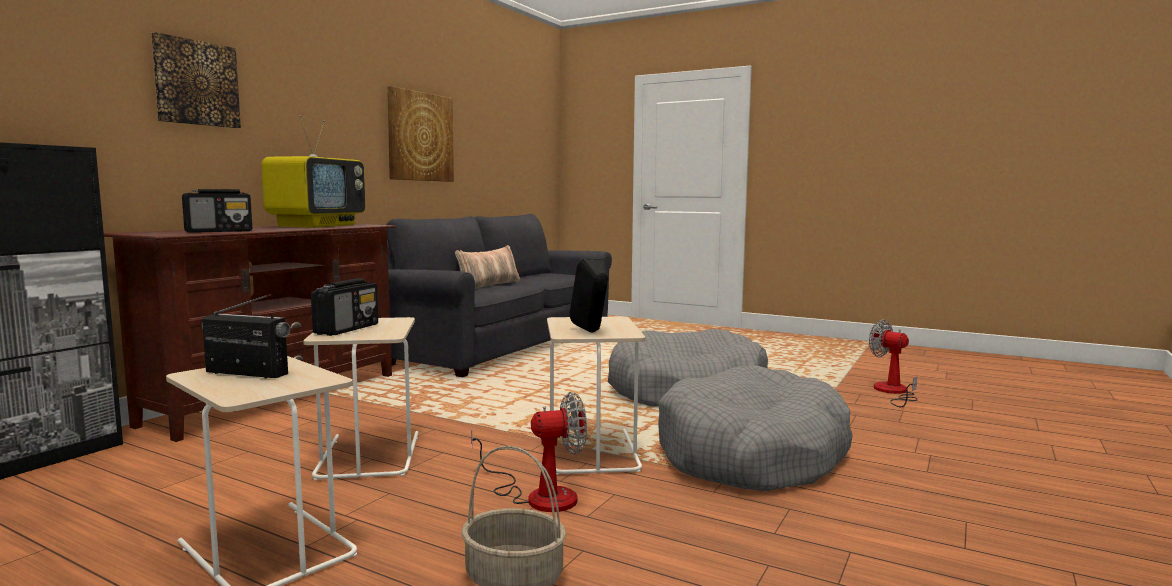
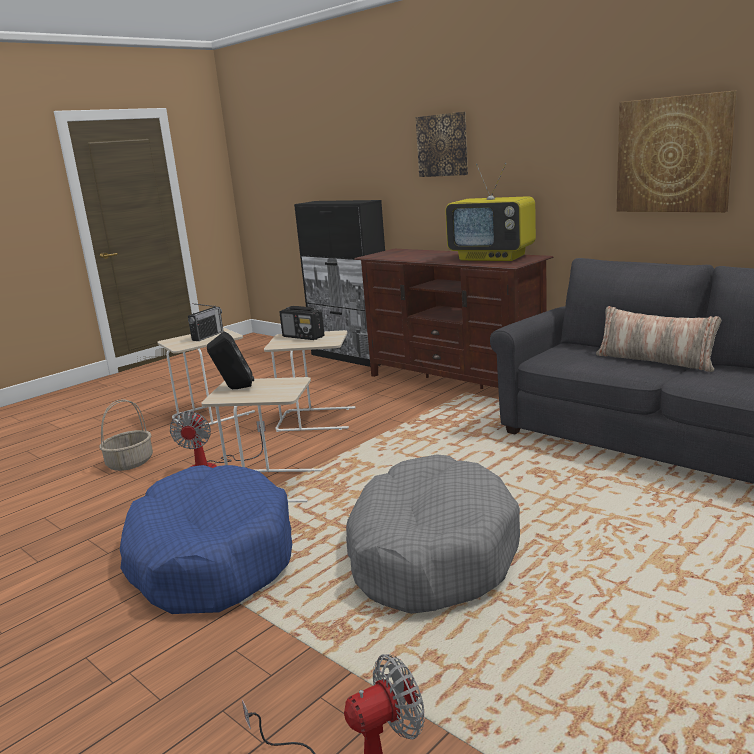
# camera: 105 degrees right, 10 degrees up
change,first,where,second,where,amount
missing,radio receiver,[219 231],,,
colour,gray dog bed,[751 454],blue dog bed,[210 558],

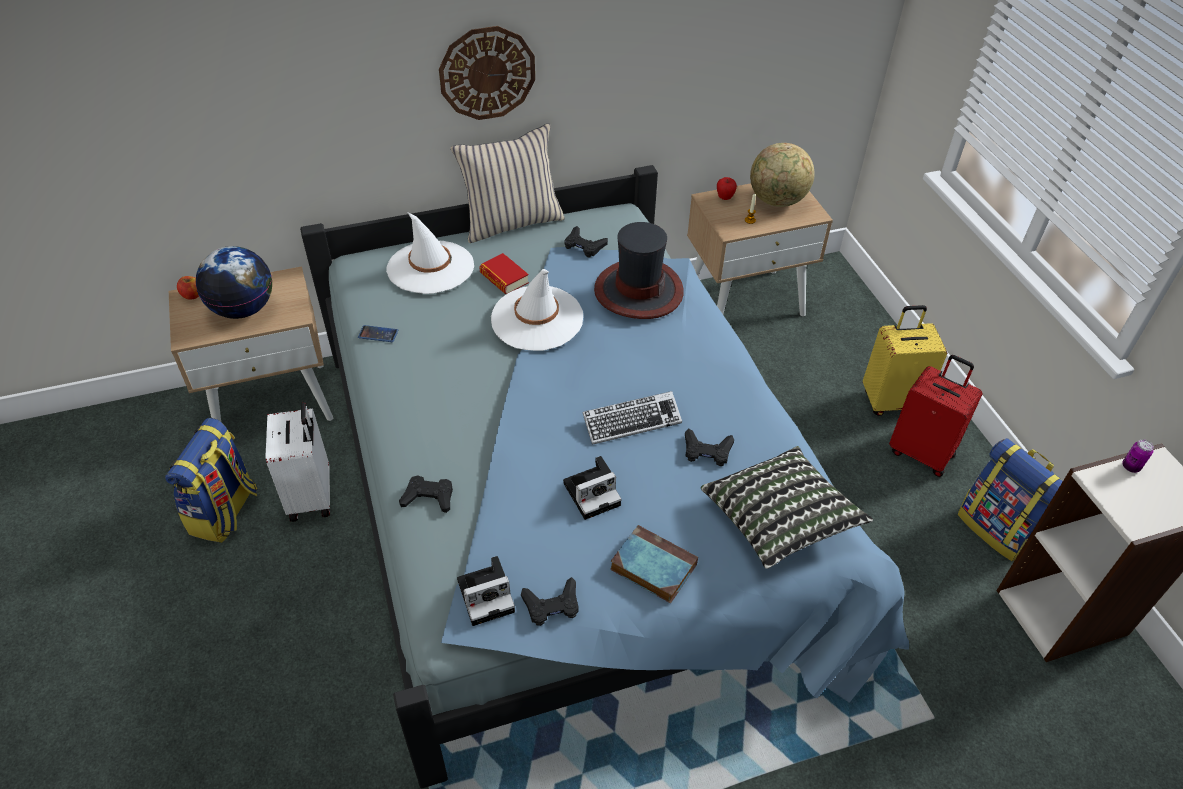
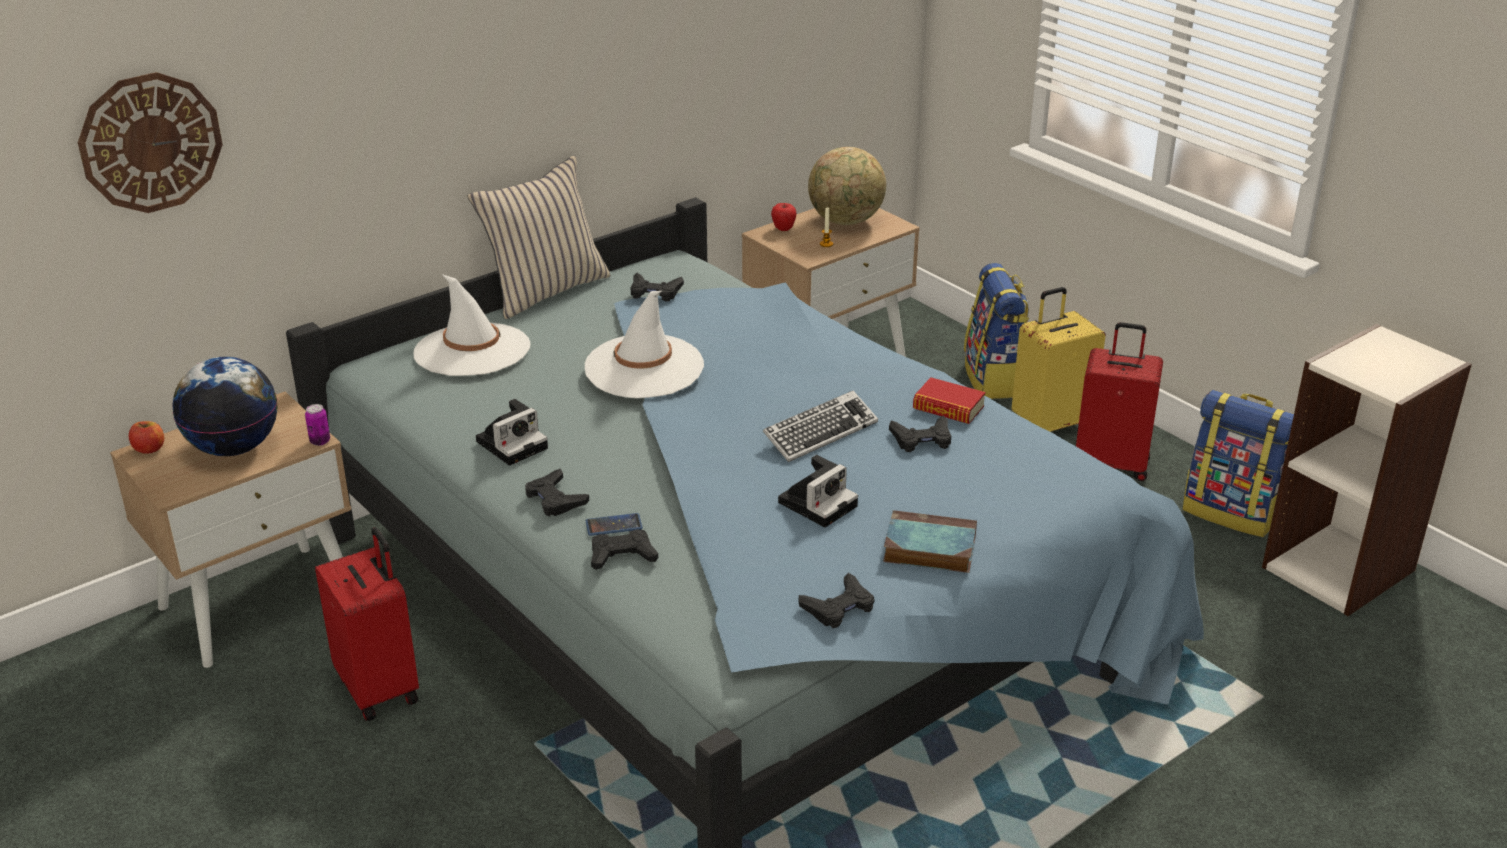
# camera: 20 degrees left, 15 degrees down
change,first,where,second,where,amount
relocated,rucksack,[225 512],,[995 380],
colour,white-coloured suitcase,[312 496],reddish suitcase,[380 688],
relocated,handset,[378 334],,[614 525],
relocated,hanging clock,[487 73],,[150 142],
relocated,still camera,[488 594],,[513 443],
relocated,volume,[504 278],,[948 408],
missing,hat,[638 291],,,
missing,cushion,[779 520],,,
relocated,sealed can,[1130 467],,[320 441],
appeared,,,black-coloured joypad,[555 499],

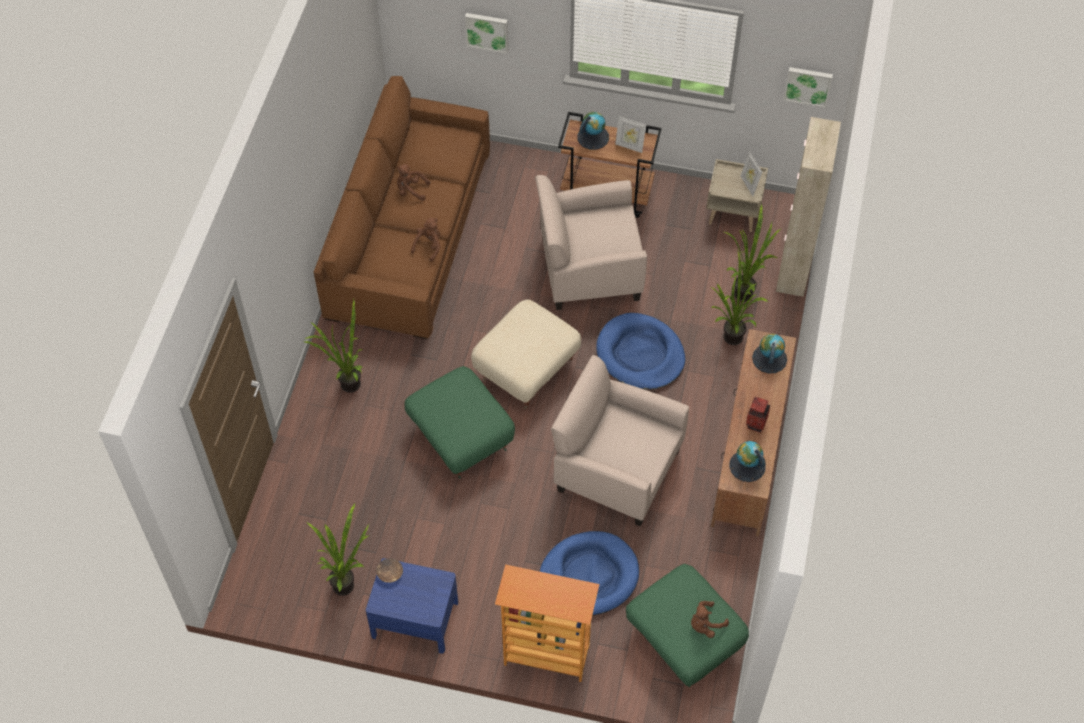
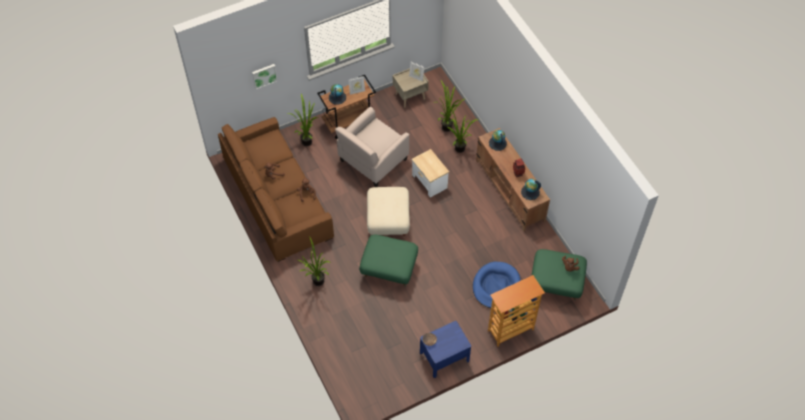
# camera: 40 degrees left, 0 degrees up
change,first,where,second,where,amount
relocated,potted plant,[348 584],,[308 140],
missing,beige-coloured lounge chair,[616 469],,,
exchanged,blue dog bed,[640 354],end table,[429 182],
missing,beige-coloured storage cabinet,[793 269],,,
missing,picture,[808 85],,,

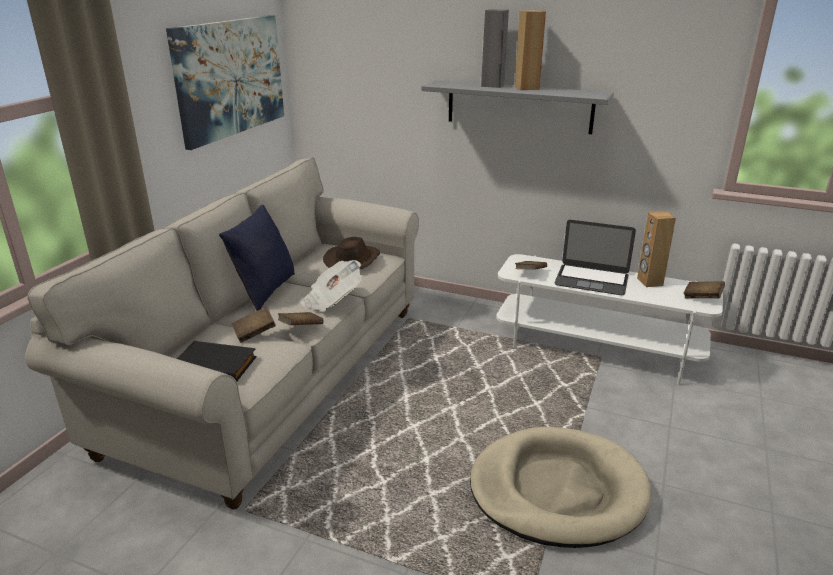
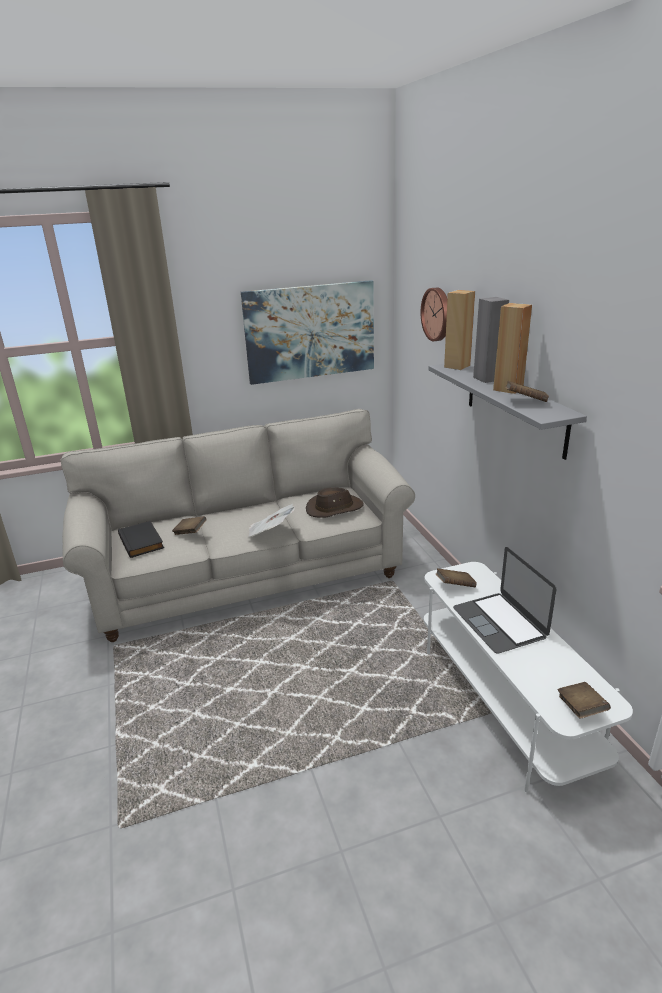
# camera: 50 degrees right, 0 degrees up
change,first,where,second,where,amount
missing,blue cushion,[264 292],,,
relocated,brown-coloured volume,[301 328],,[525 402],
missing,beige-coloured dog bed,[557 490],,,
relocated,brown-coloured audio speaker,[649 282],,[456 366],
appeared,,,hanging clock,[437 314],

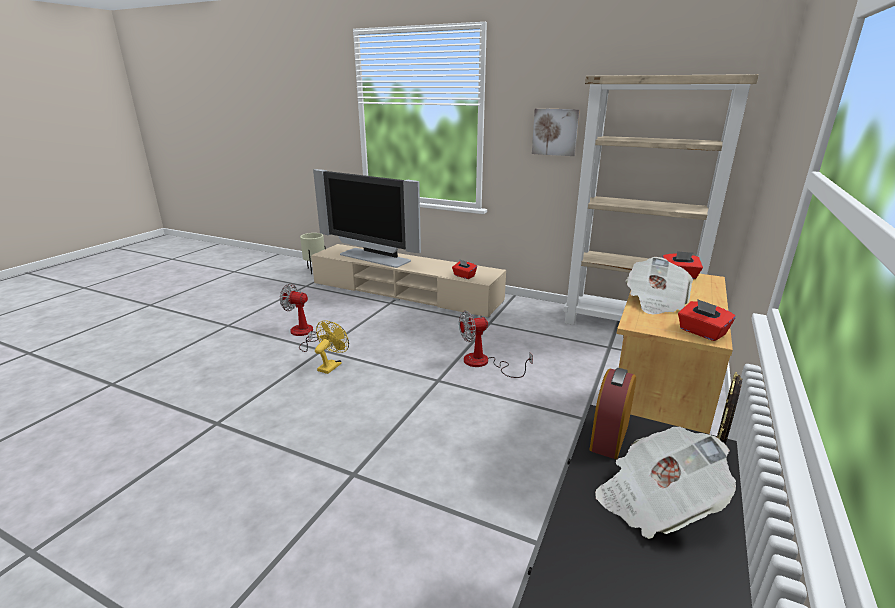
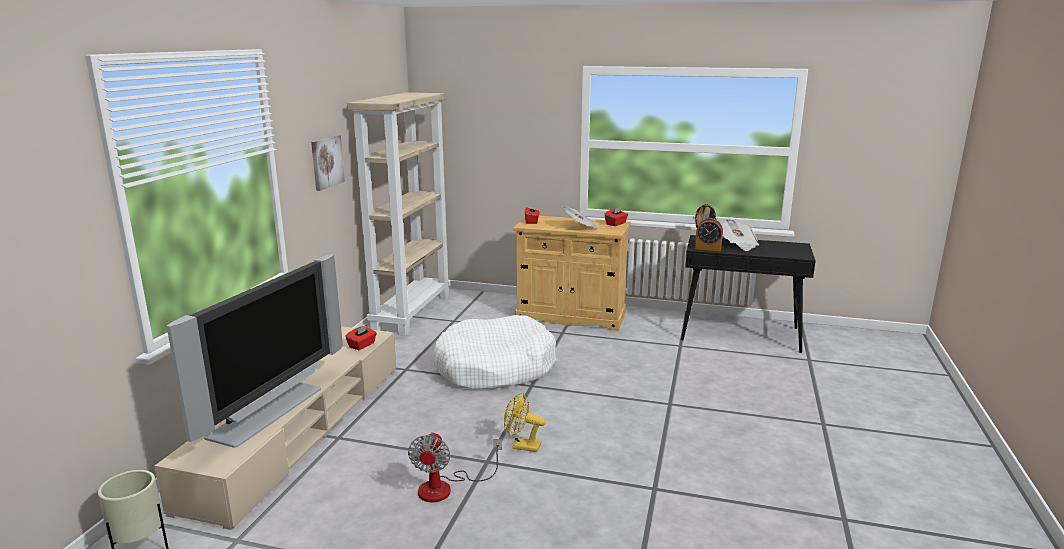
# camera: 100 degrees left, 5 degrees down
change,first,where,second,where,amount
exchanged,fan,[484 363],white-coloured dog bed,[494 367],

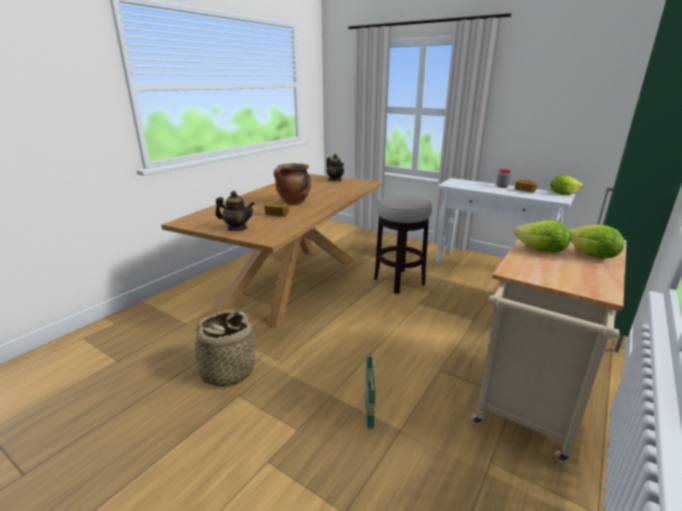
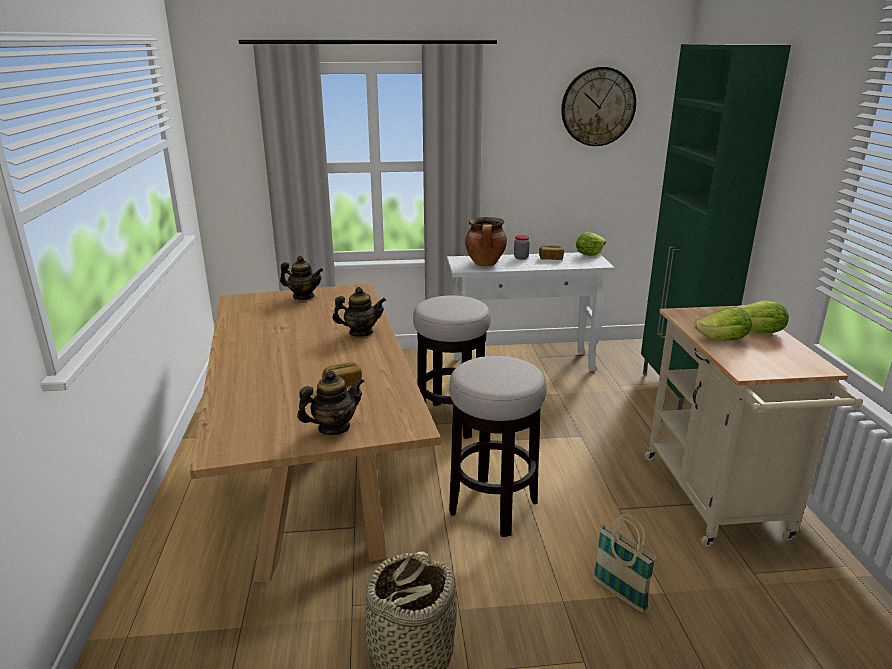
# camera: 40 degrees left, 0 degrees up
change,first,where,second,where,amount
relocated,cooking pot,[293 203],,[485 264],
appeared,,,tea pot,[361 332],
appeared,,,sitting stool,[493 507],
appeared,,,hanging clock,[598 107],

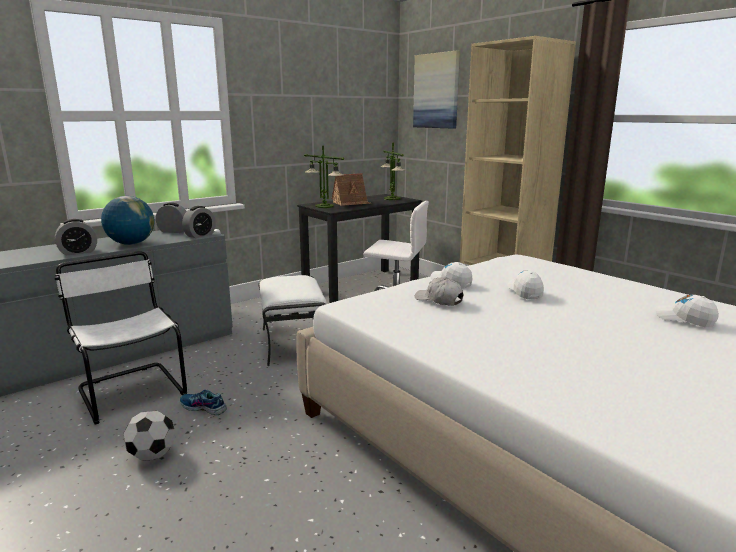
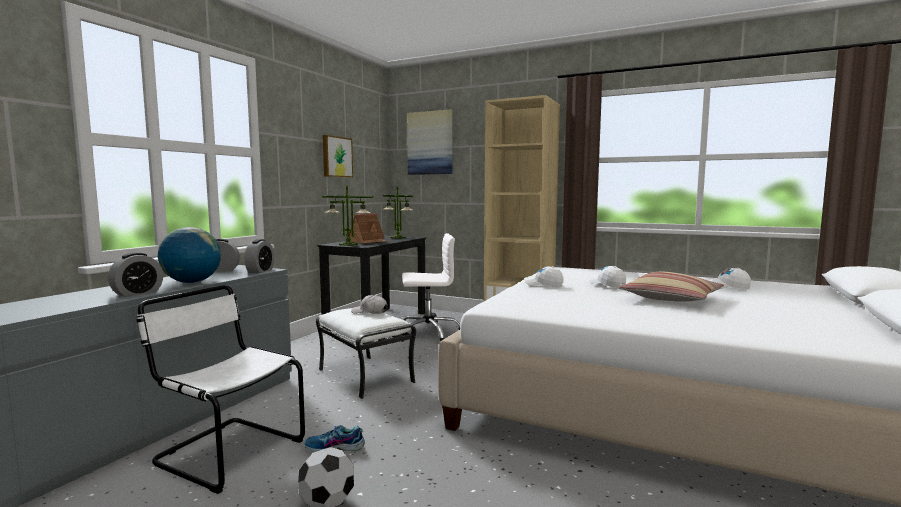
# camera: 25 degrees left, 10 degrees down
change,first,where,second,where,amount
relocated,white-coloured baseball cap,[439 300],,[370 312],
appeared,,,picture,[336 157],
appeared,,,cushion,[671 298],

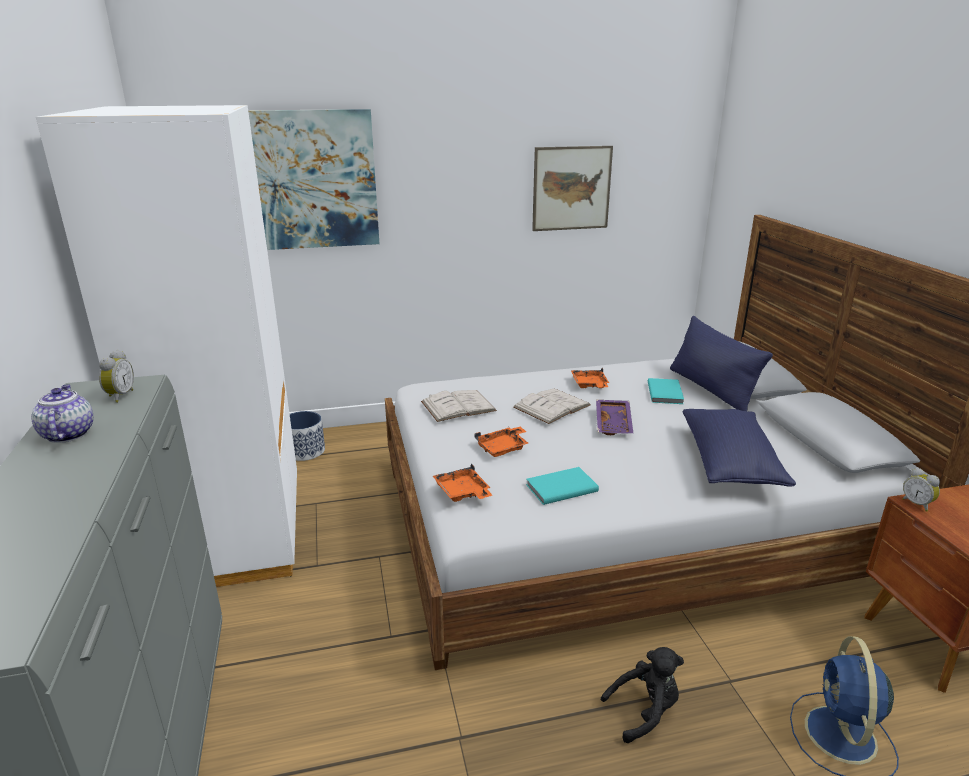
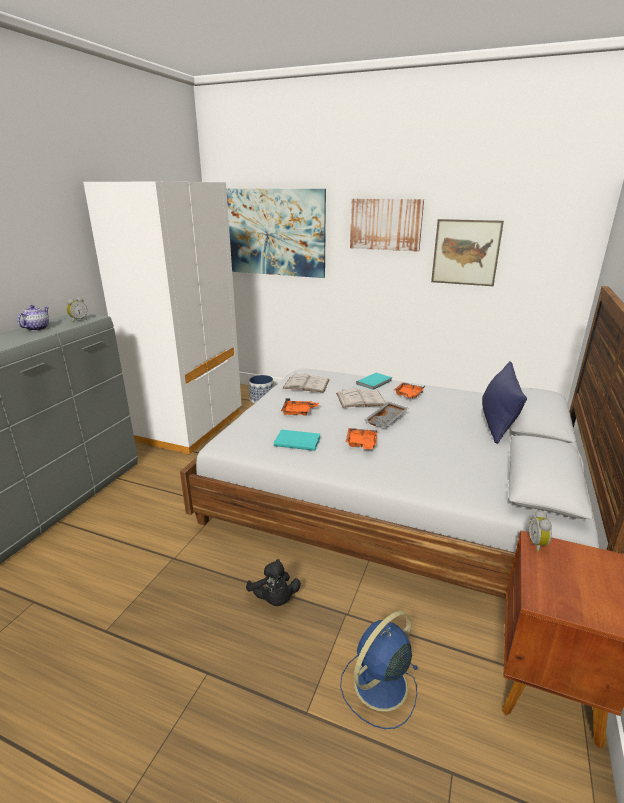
# camera: 35 degrees right, 0 degrees up
change,first,where,second,where,amount
relocated,orangey carrying tray,[462 493],,[361 444],
colour,purplish carrying tray,[614 424],gray carrying tray,[386 420],
spun,black-coloured soft toy,[644 711],,[274 599],45 degrees clockwise
relocated,blue-green volume,[666 393],,[375 382],
missing,blue cushion,[730 463],,,
appeared,,,picture,[385 224],

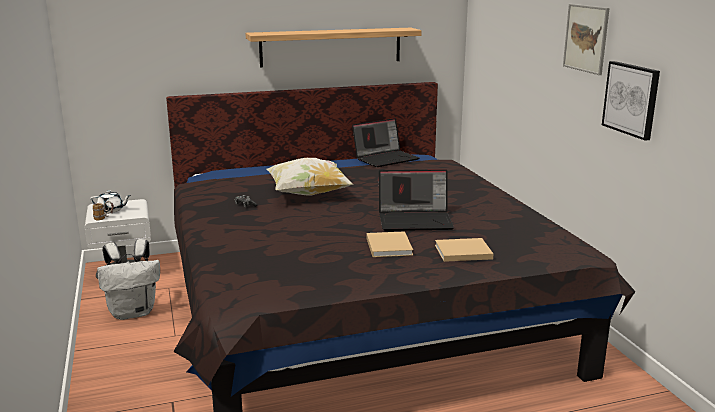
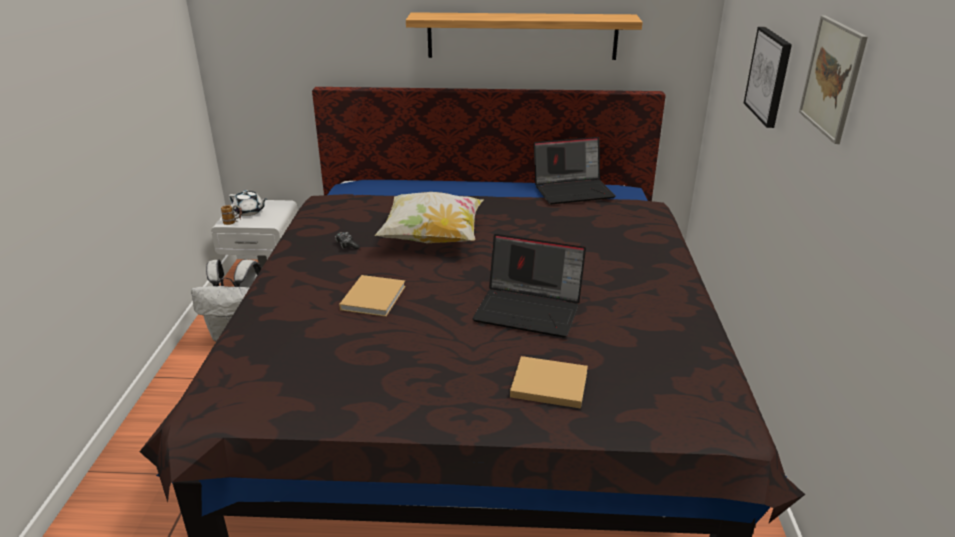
# camera: 20 degrees right, 10 degrees up
change,first,where,second,where,amount
relocated,beige-coloured volume,[388 245],,[374 297],
relocated,picture,[631 99],,[769 76],

